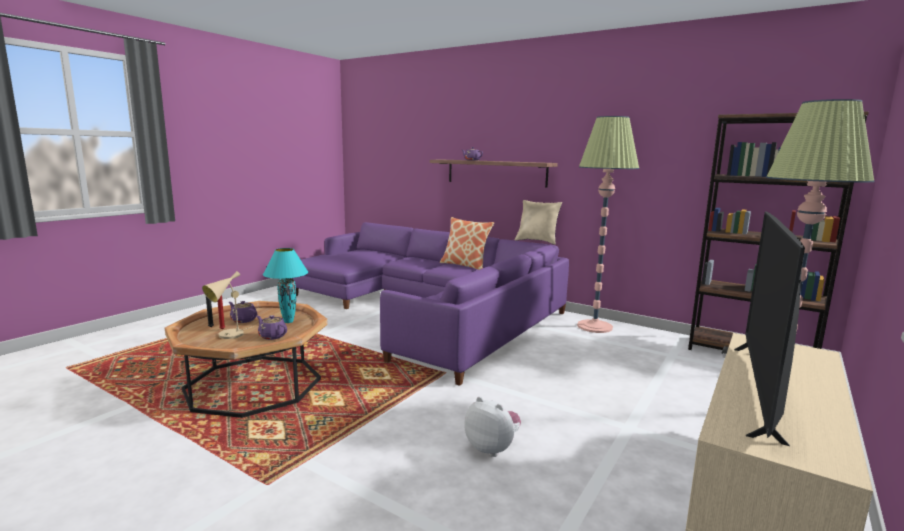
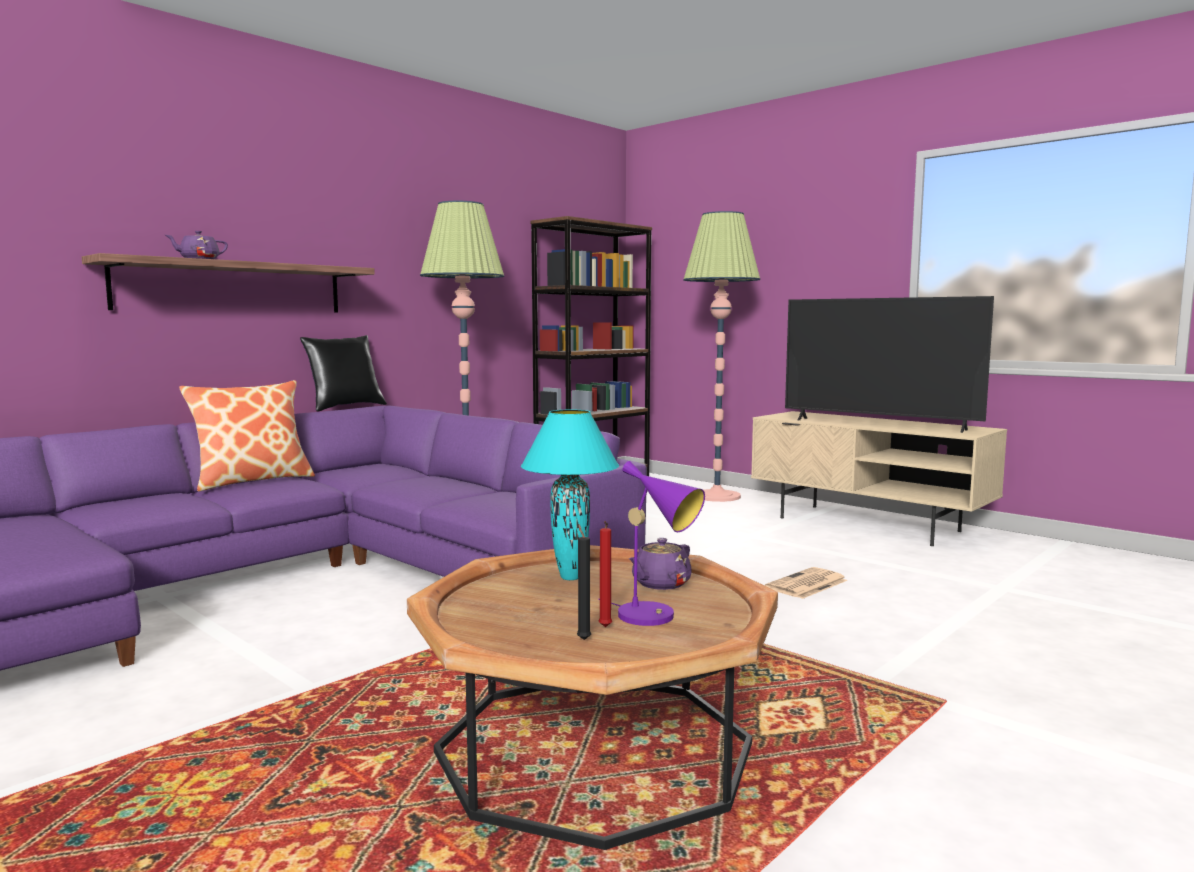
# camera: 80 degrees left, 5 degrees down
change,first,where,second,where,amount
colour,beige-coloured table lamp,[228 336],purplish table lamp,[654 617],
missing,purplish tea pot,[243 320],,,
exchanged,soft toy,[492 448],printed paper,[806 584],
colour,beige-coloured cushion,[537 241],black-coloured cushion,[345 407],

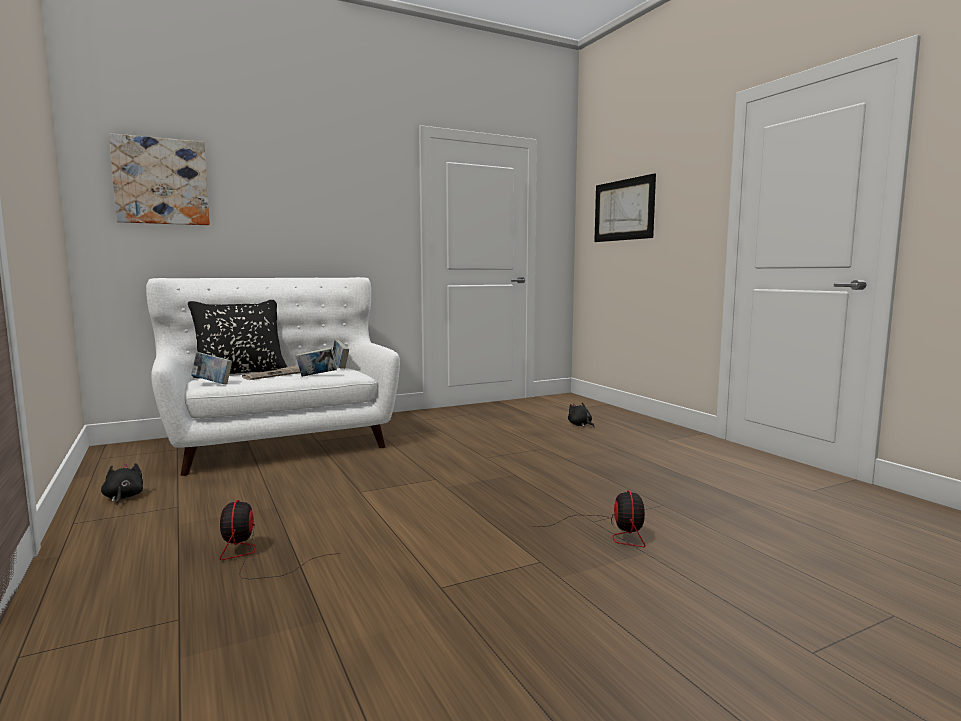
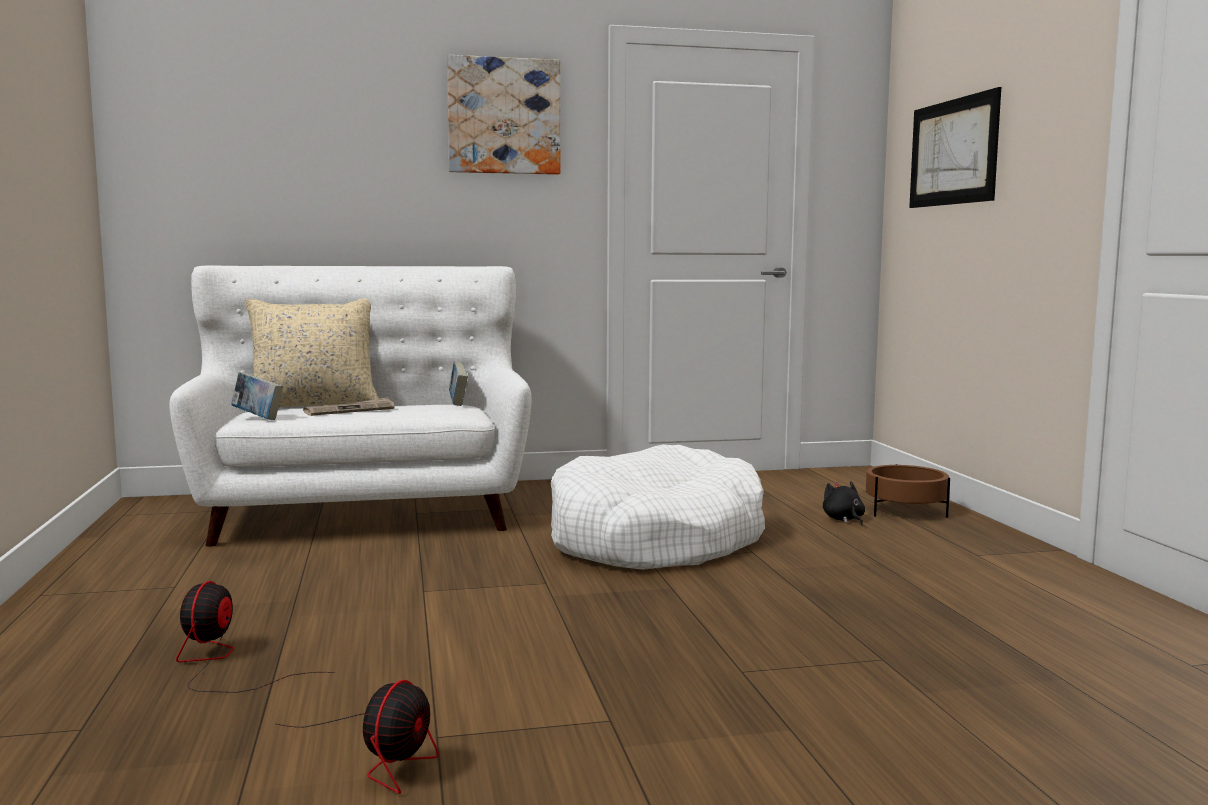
# camera: 15 degrees right, 0 degrees up
change,first,where,second,where,amount
missing,black-coloured soft toy,[123 497],,,
relocated,picture,[161 181],,[504 116],
colour,black-coloured cushion,[240 373],beige-coloured cushion,[314 405],
missing,volume,[317 376],,,
relocated,fan,[609 532],,[387 755],
appeared,,,white-coloured dog bed,[654 540],
appeared,,,brown-coloured planter,[905 511],

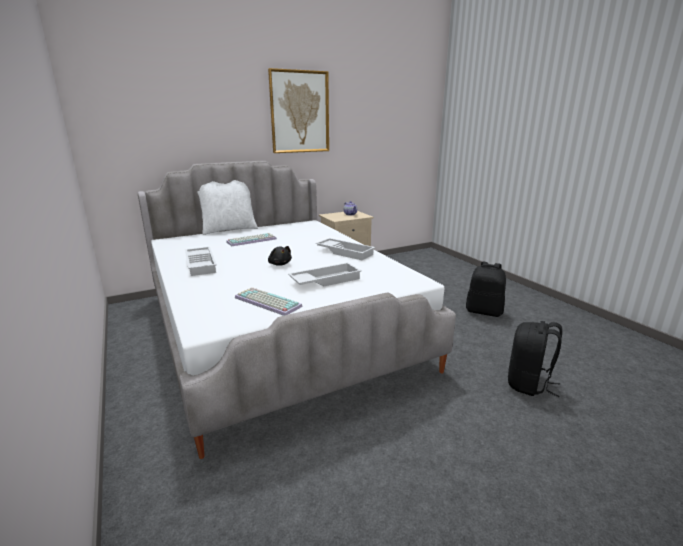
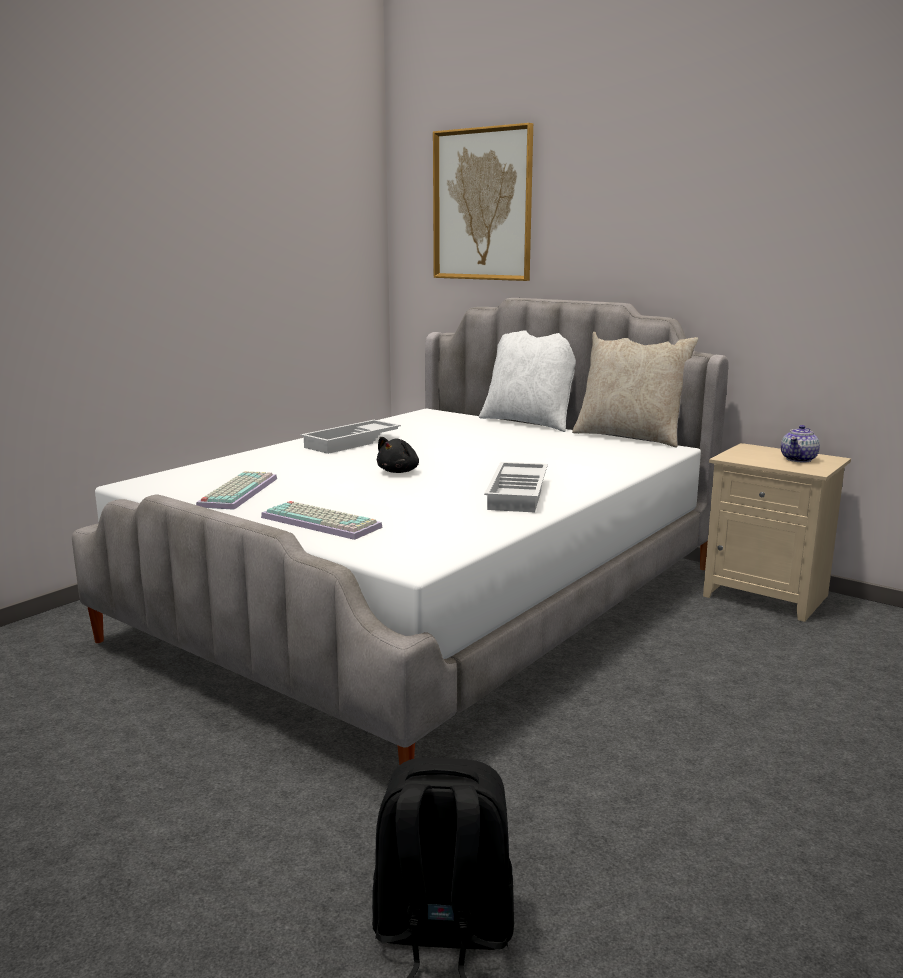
# camera: 65 degrees right, 5 degrees down
change,first,where,second,where,amount
relocated,computer keyboard,[252 240],,[323 522],
relocated,picture,[299 112],,[482 205],
missing,white-coloured carrying tray,[325 280],,,
missing,black-coloured rucksack,[484 311],,,
appeared,,,beige-coloured cushion,[630 437],

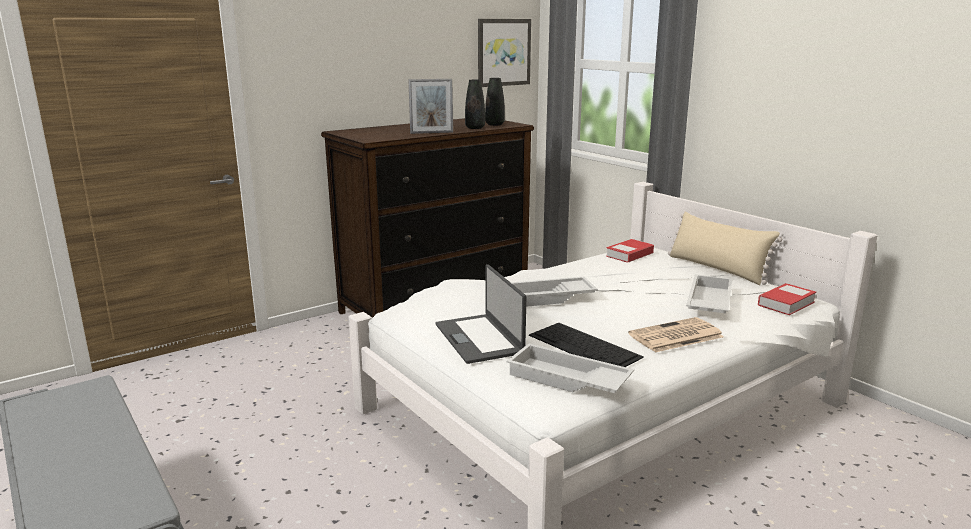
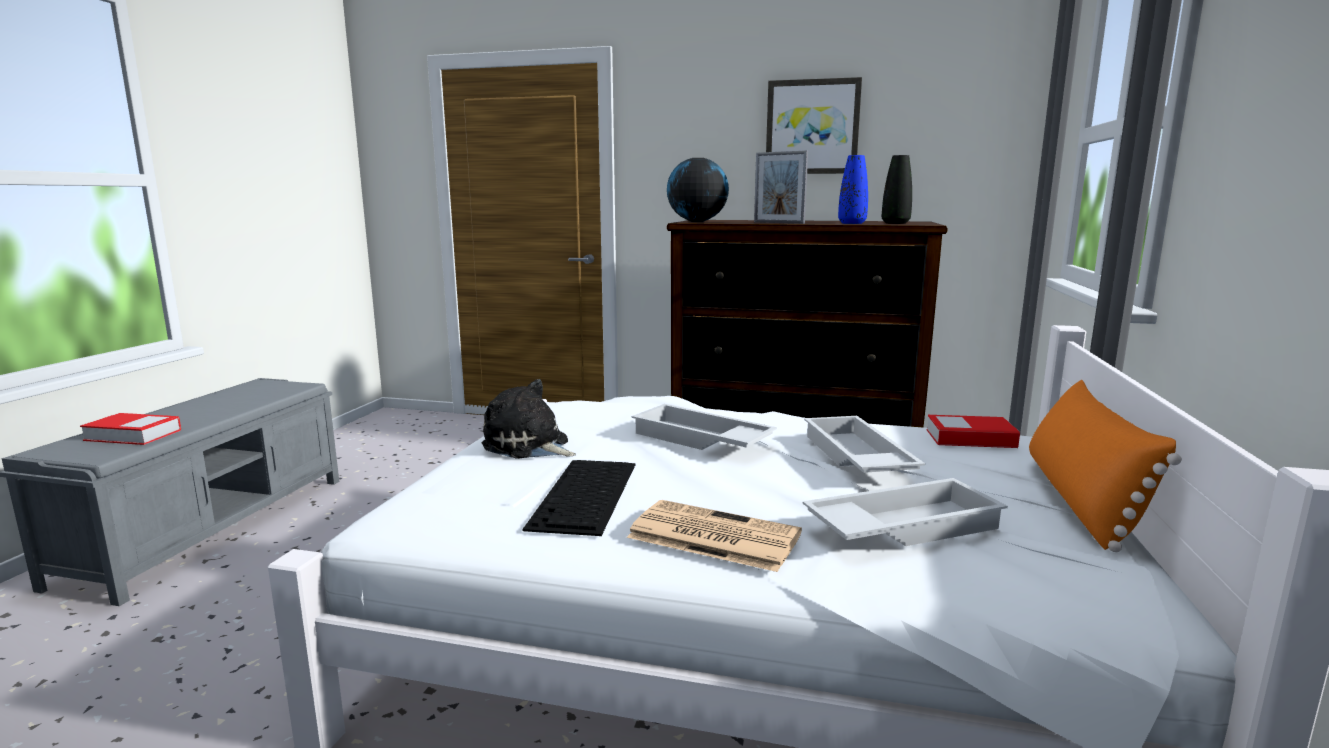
# camera: 50 degrees right, 5 degrees down
change,first,where,second,where,amount
exchanged,notebook computer,[480 338],soft toy,[529 446],
colour,black-coloured decorative vase,[475 128],blue decorative vase,[852 223],
relocated,picture,[503 52],,[812 127],
relocated,white-coloured carrying tray,[566 380],,[855 457],
colour,beige-coloured cushion,[717 269],orangey cushion,[1081 500],
relocated,volume,[786 303],,[133 435],
appeared,,,world globe,[697 221],

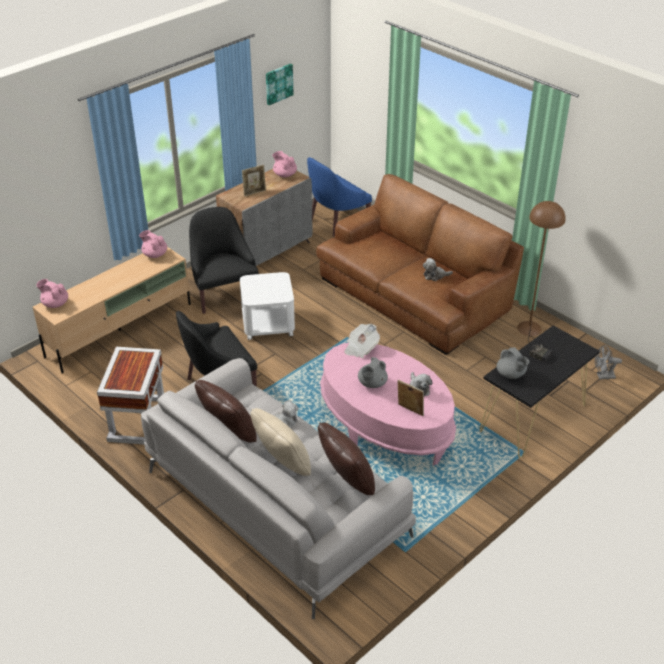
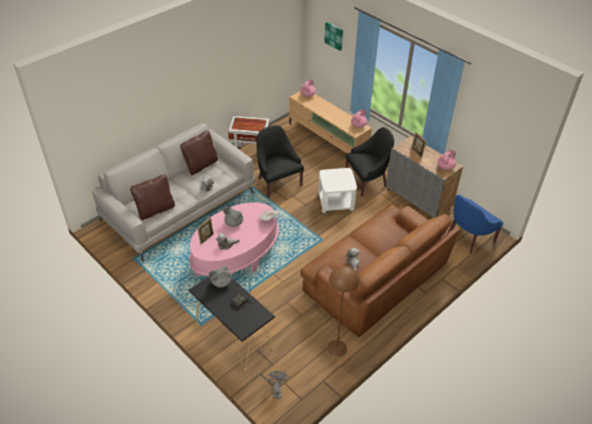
# camera: 90 degrees right, 5 degrees up
change,first,where,second,where,amount
missing,beige-coloured cushion,[282 464],,,
relocated,picture,[278 83],,[334 36],
spun,blue lounge chair,[336 221],,[468 237],90 degrees counterclockwise

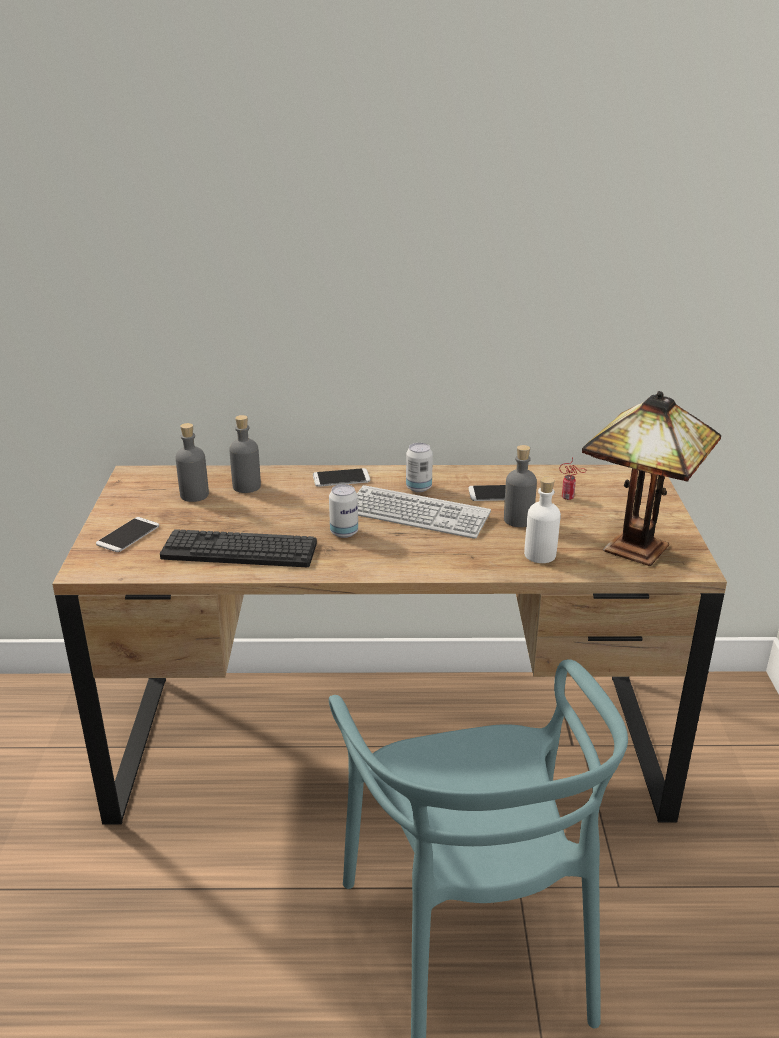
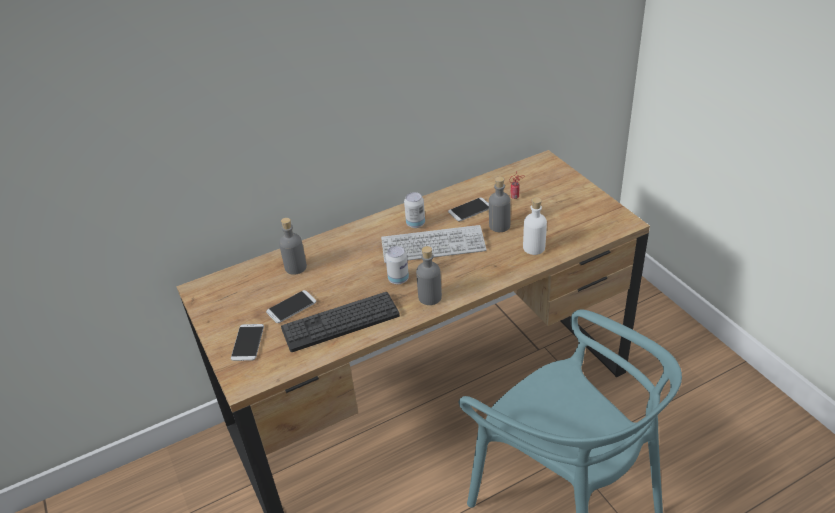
# camera: 25 degrees left, 10 degrees up
change,first,where,second,where,amount
relocated,gray drink bottle,[194 495],,[430 297],
relocated,handset,[341 478],,[291 307],
missing,table lamp,[635 545],,,

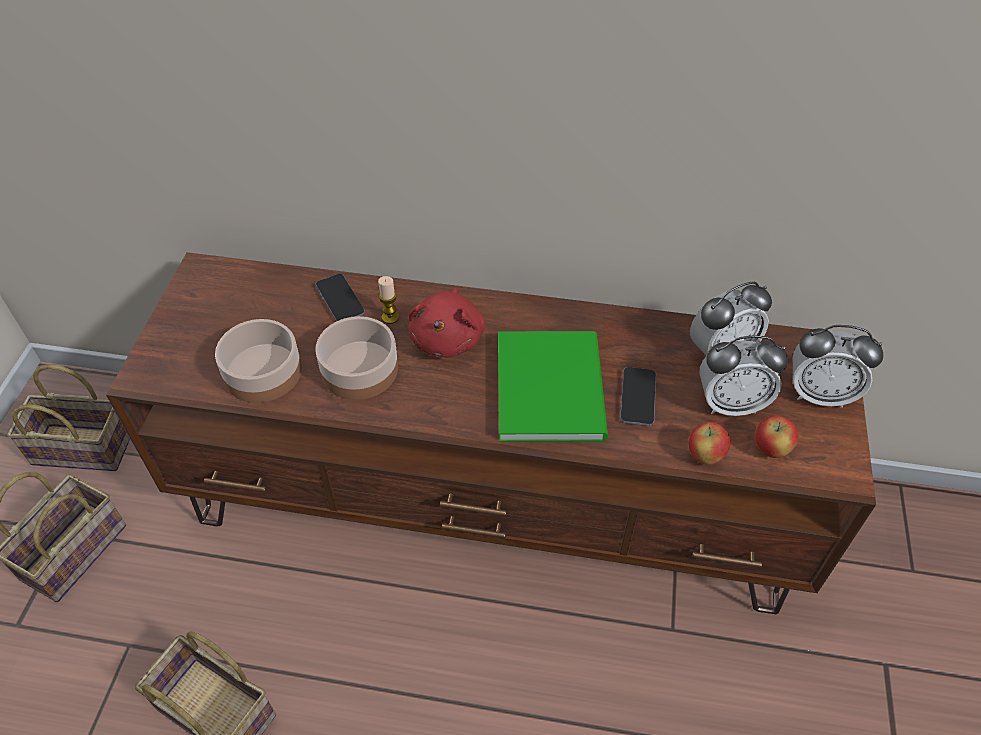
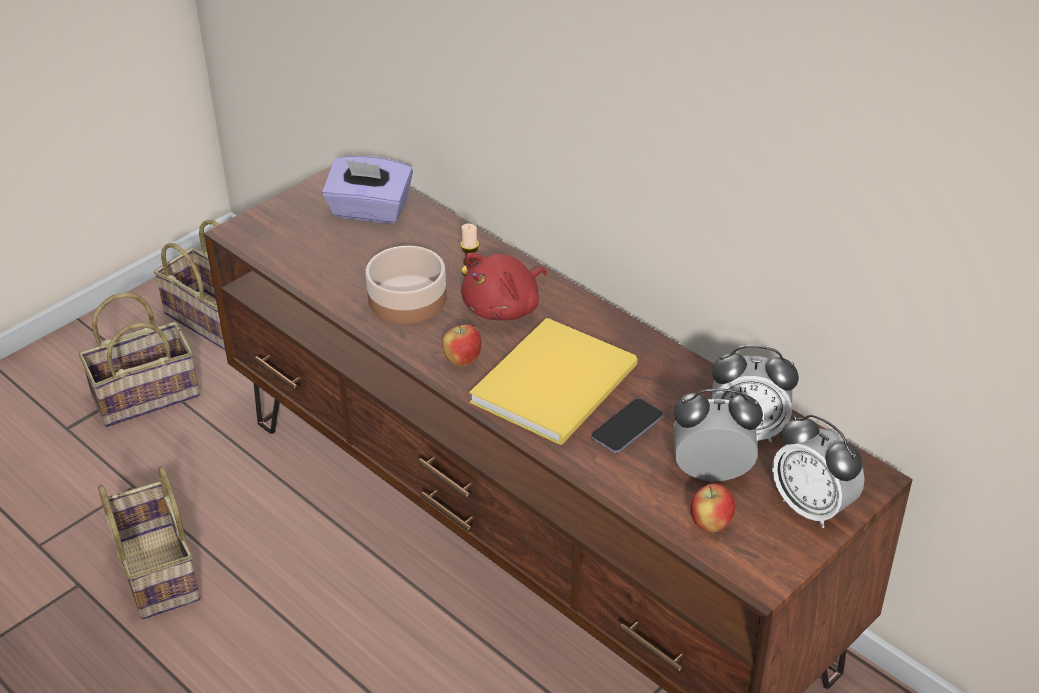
# camera: 35 degrees right, 10 degrees down
change,first,where,second,where,amount
missing,deep dish,[263 373],,,
missing,handset,[340 300],,,
colour,greenish volume,[553 385],yellow-coloured volume,[560 383],
relocated,apple fruit,[704 456],,[462 361],
spun,alarm clock,[730 403],,[711 473],150 degrees clockwise
appeared,,,purplish tissue box,[369 211],

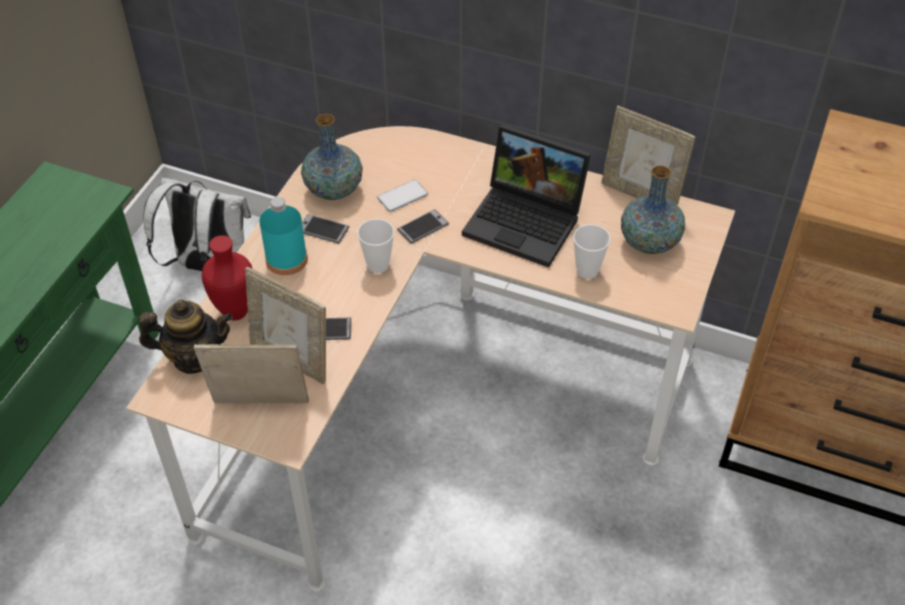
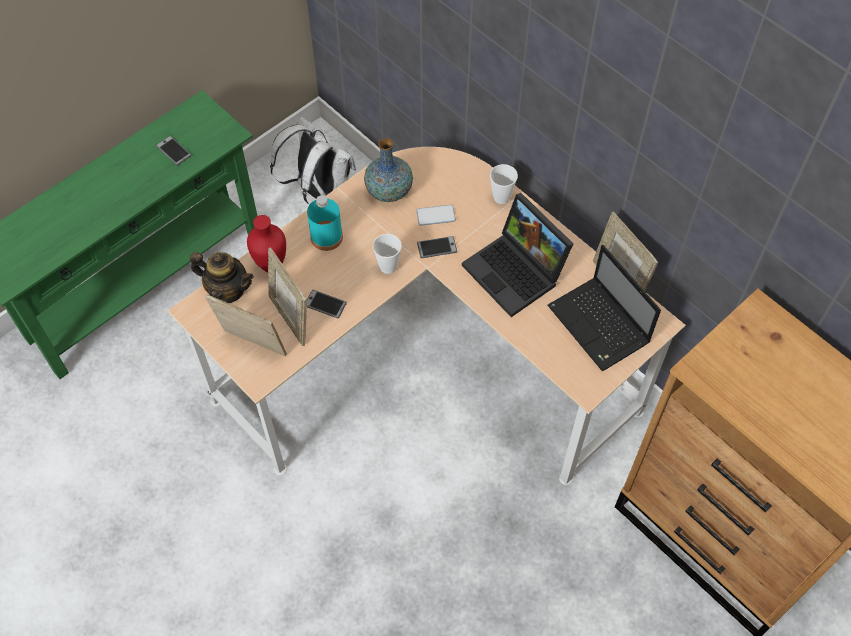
# camera: 25 degrees right, 10 degrees up
change,first,where,second,where,amount
relocated,handset,[323 229],,[174 151],
relocated,cup,[587 271],,[501 197],
exchanged,decorative vase,[649 242],notebook computer,[600 326],

